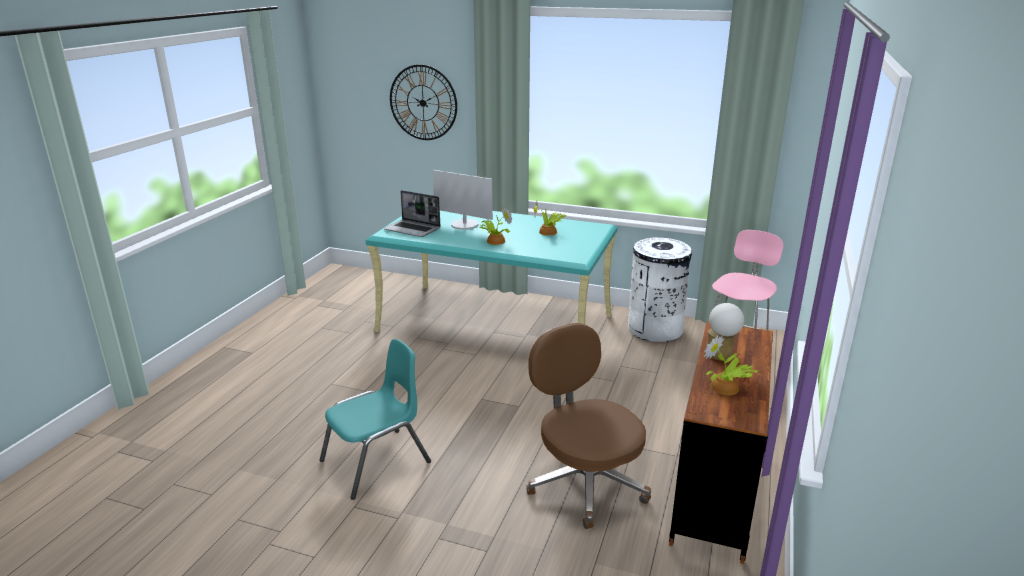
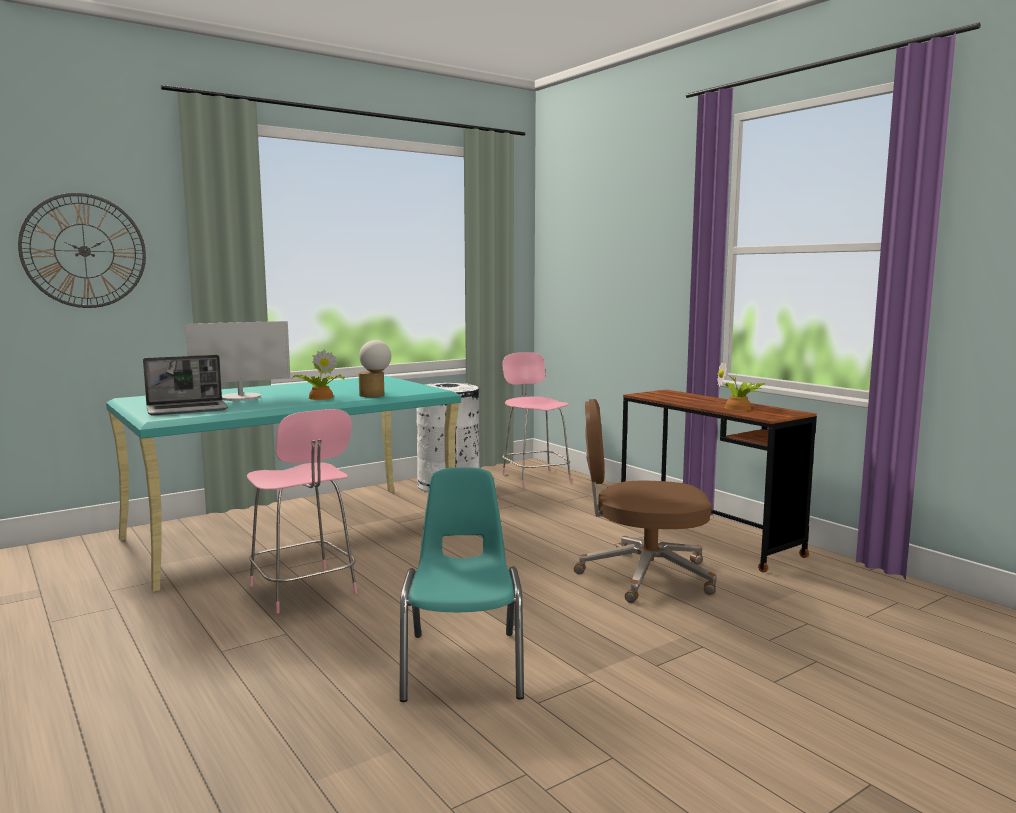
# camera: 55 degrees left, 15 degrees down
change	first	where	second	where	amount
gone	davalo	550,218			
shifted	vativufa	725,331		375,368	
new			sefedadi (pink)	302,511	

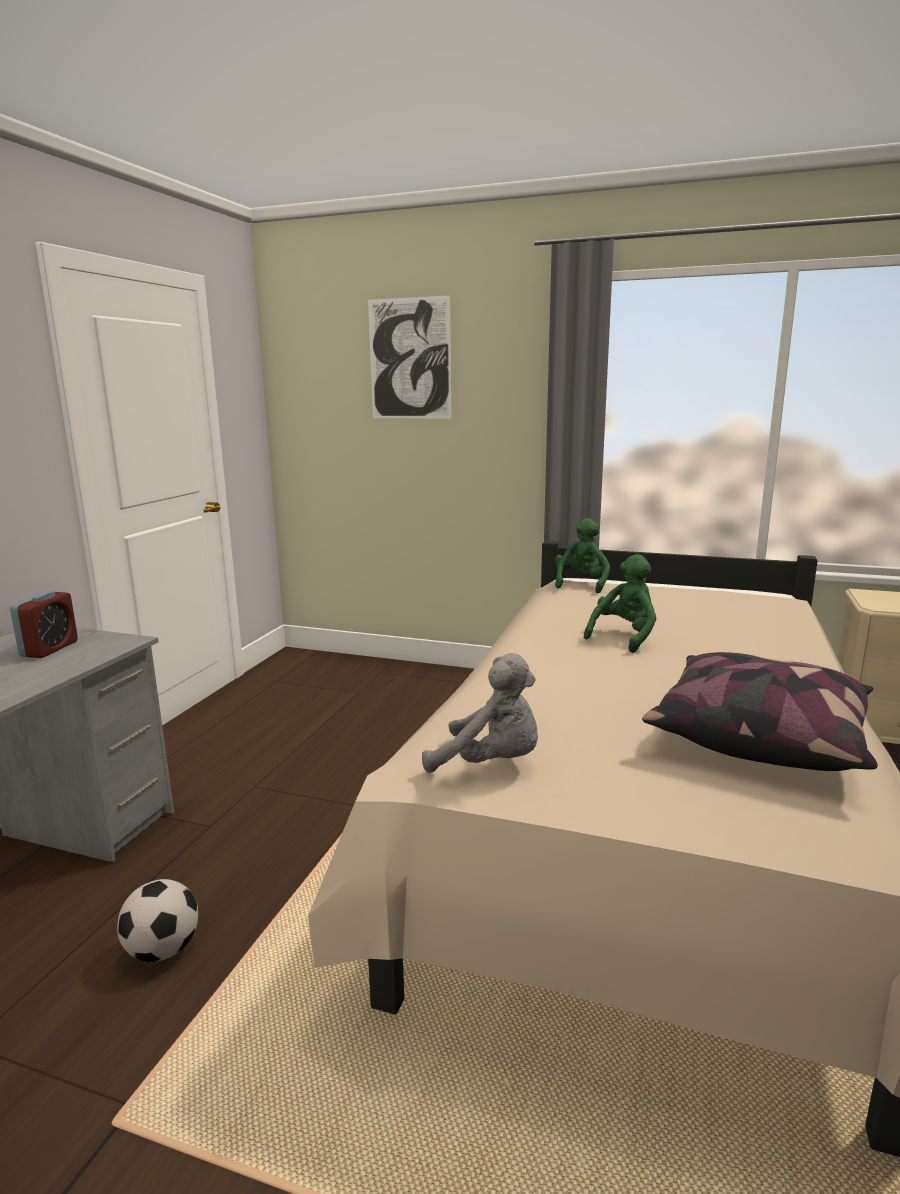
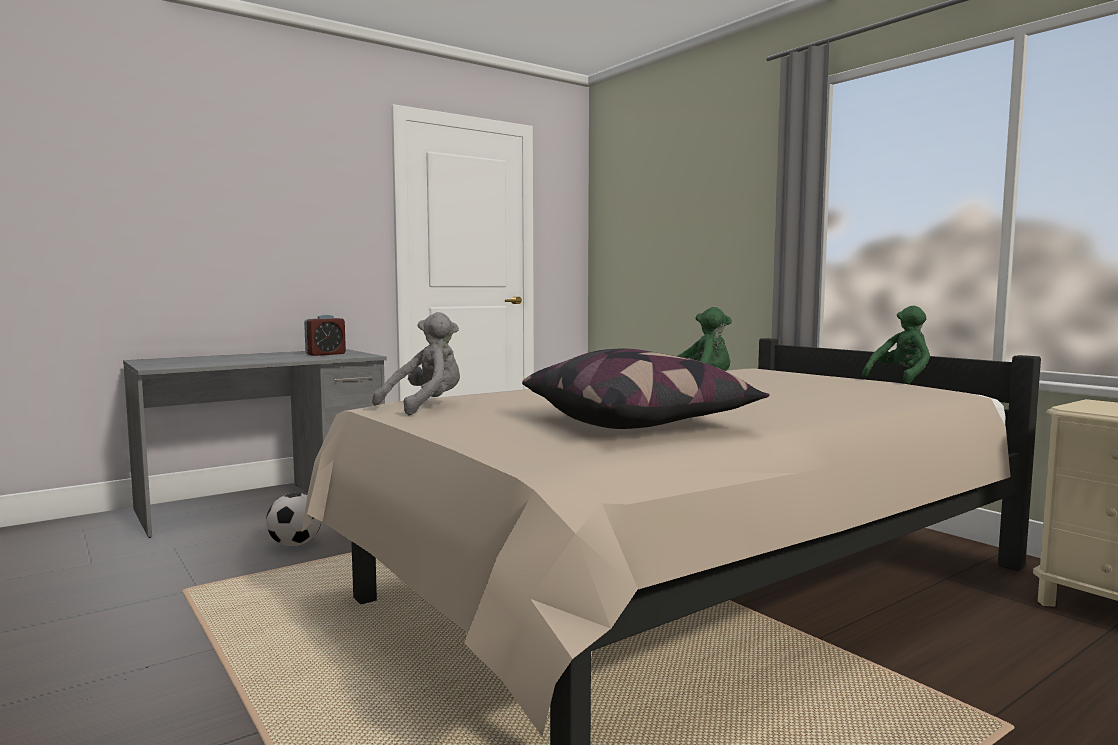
# camera: 35 degrees right, 10 degrees down
change	first	where	second	where	amount
gone	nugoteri	409,357			
rotated	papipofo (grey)	480,713		416,363	105 degrees counterclockwise
shifted	papipofo (green)	582,555		896,345	

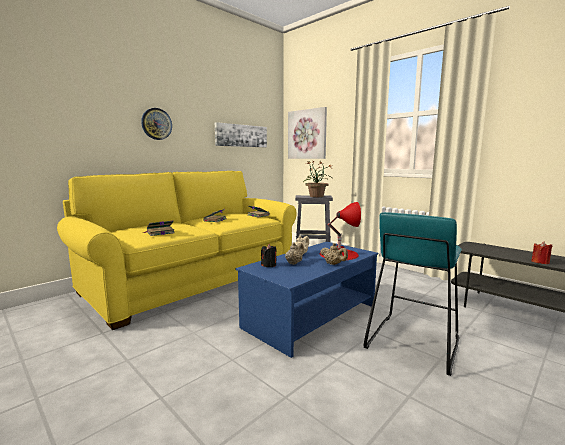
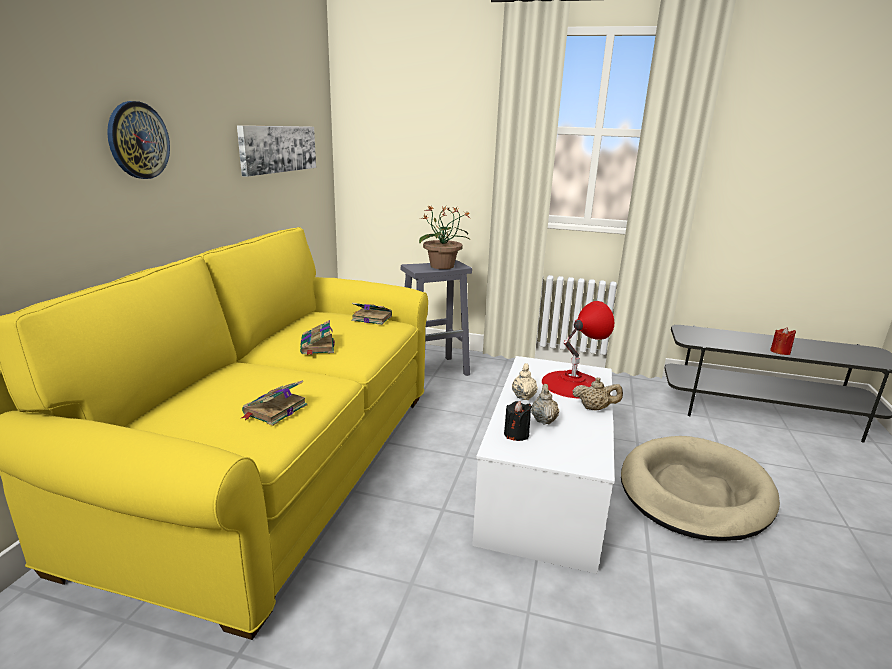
# camera: 30 degrees left, 10 degrees up
change	first	where	second	where	amount
repainted	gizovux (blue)	307,300	gizovux (white)	543,465	
gone	nugoteri	307,133			
swapped	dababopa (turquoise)	413,294	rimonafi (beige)	700,488	

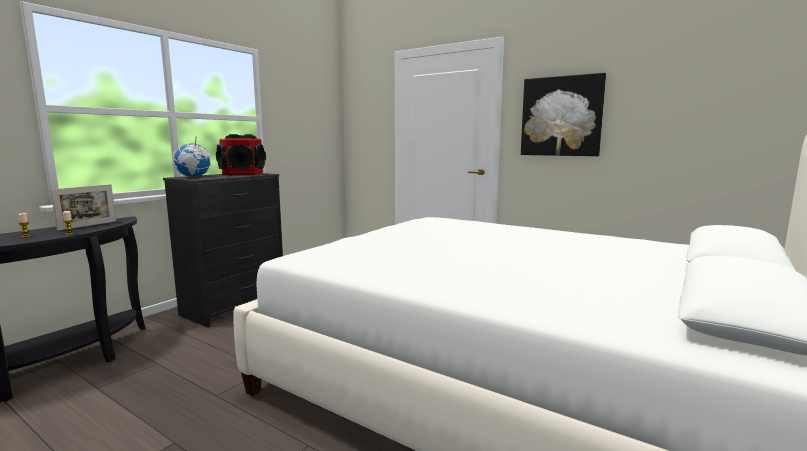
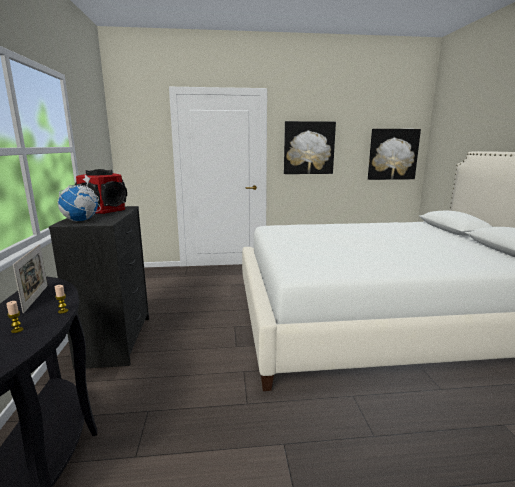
# camera: 40 degrees left, 5 degrees up
change	first	where	second	where	amount
new			nugoteri	394,154	

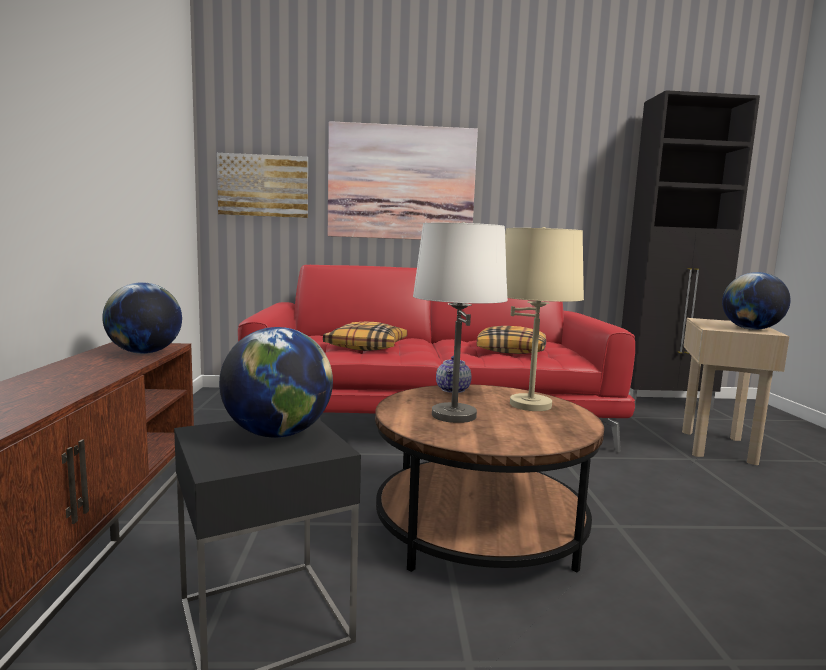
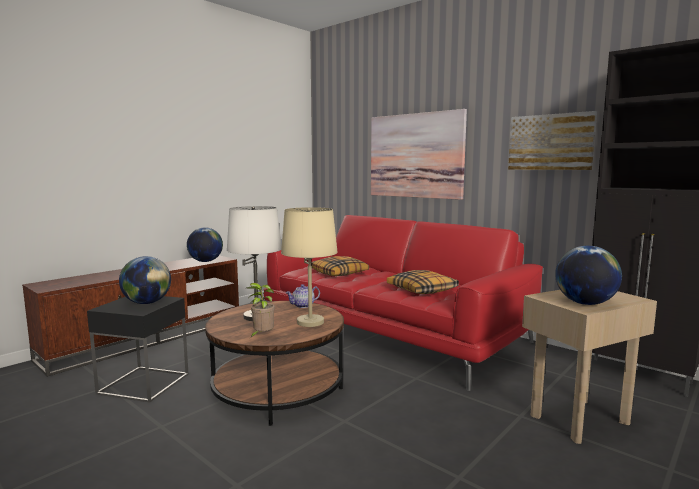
# camera: 45 degrees right, 0 degrees up
change	first	where	second	where	amount
shifted	nugoteri	262,185		552,140	
new			davalo	261,310	

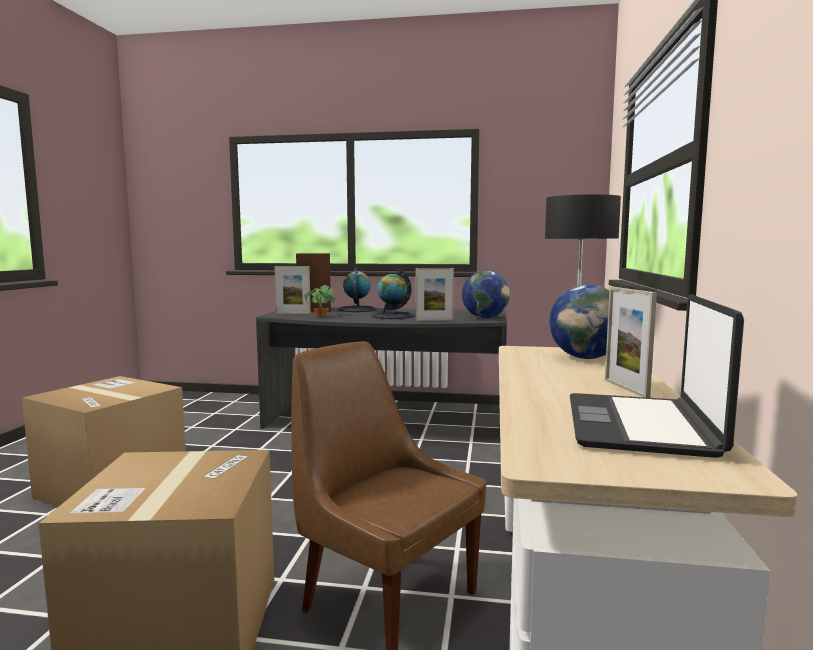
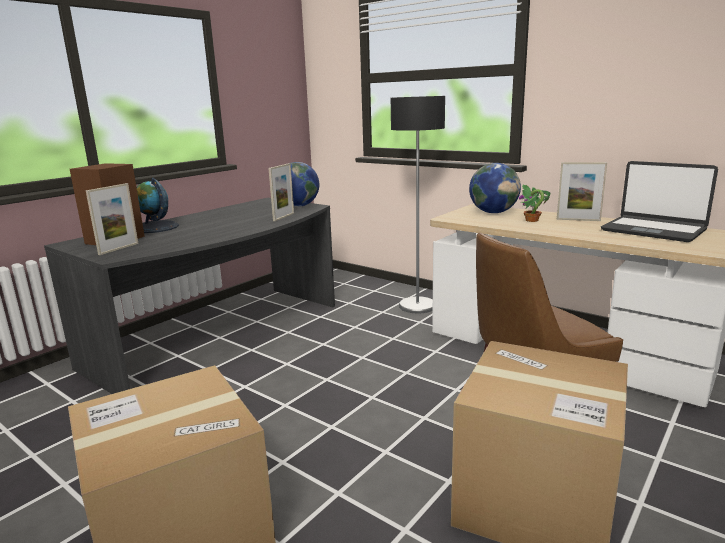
# camera: 60 degrees left, 10 degrees up
change	first	where	second	where	amount
shifted	davalo	320,301		534,203	
gone	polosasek	392,294			

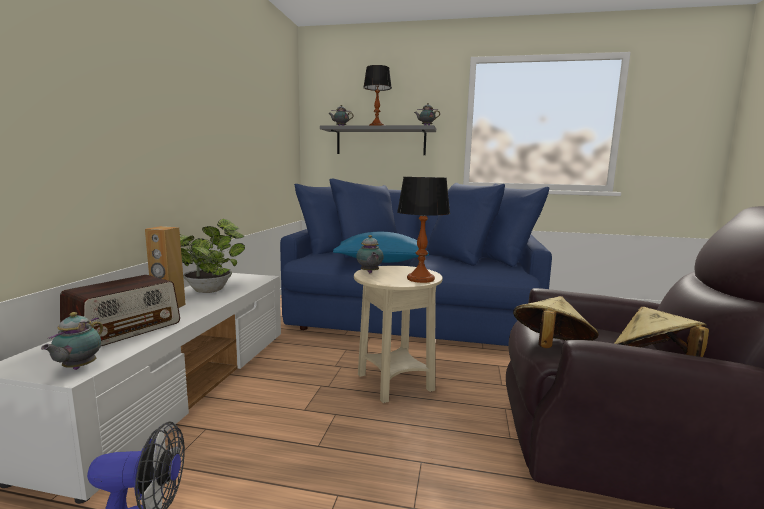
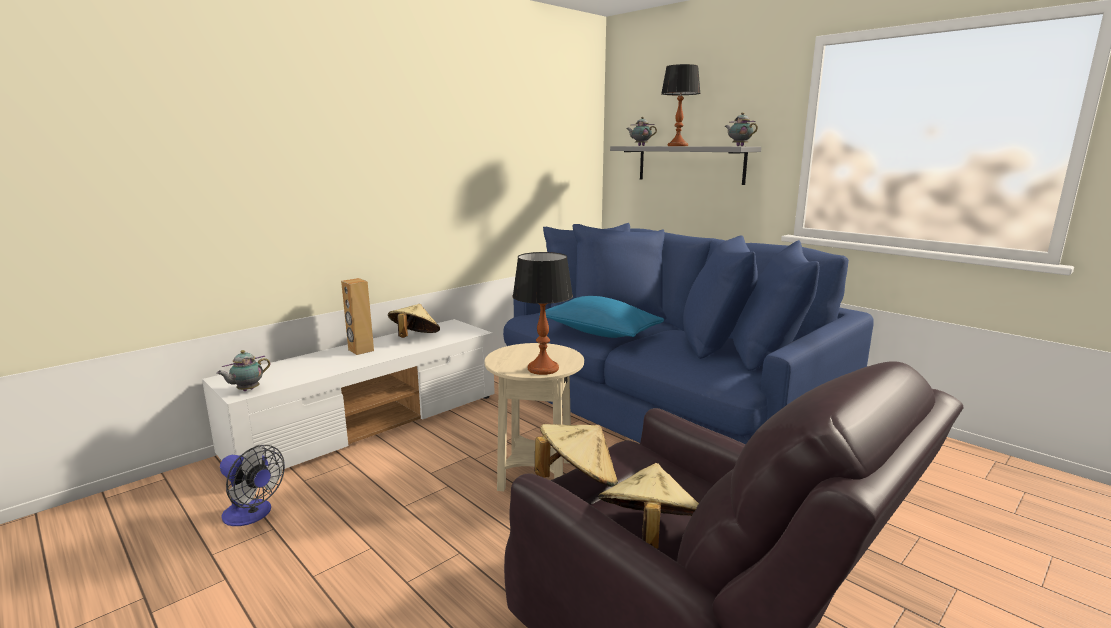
# camera: 35 degrees right, 5 degrees up
change	first	where	second	where	amount
gone	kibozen	120,310			
swapped	davalo	212,256	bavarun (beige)	414,321	
gone	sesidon	370,254			

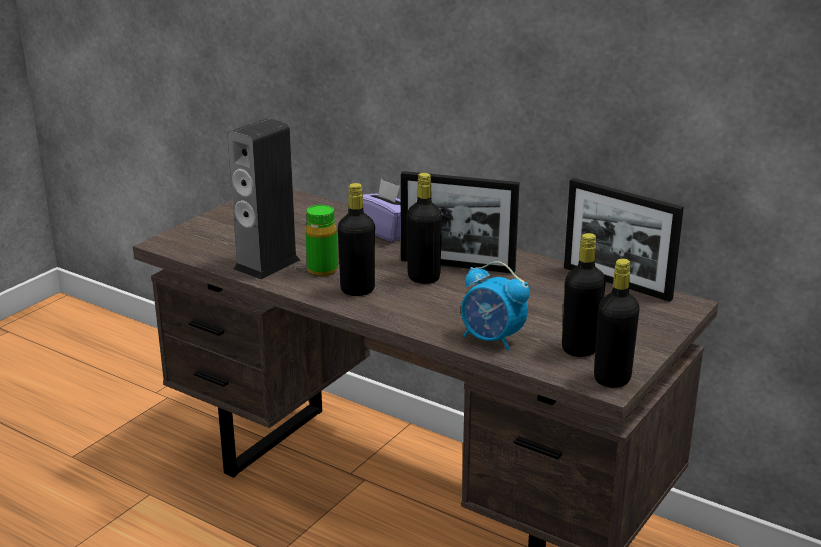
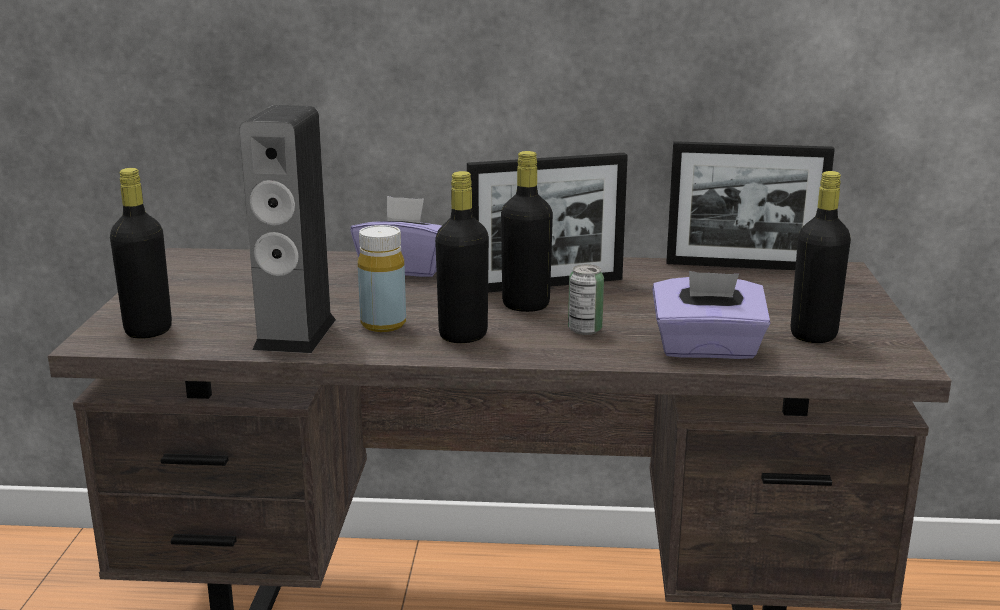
# camera: 30 degrees left, 5 degrees down
change	first	where	second	where	amount
repainted	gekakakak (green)	321,240	gekakakak (yellow)	382,278	
swapped	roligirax	495,306	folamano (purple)	711,315	
shifted	gekakakak (black)	617,323		141,253	
new			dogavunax	586,299	

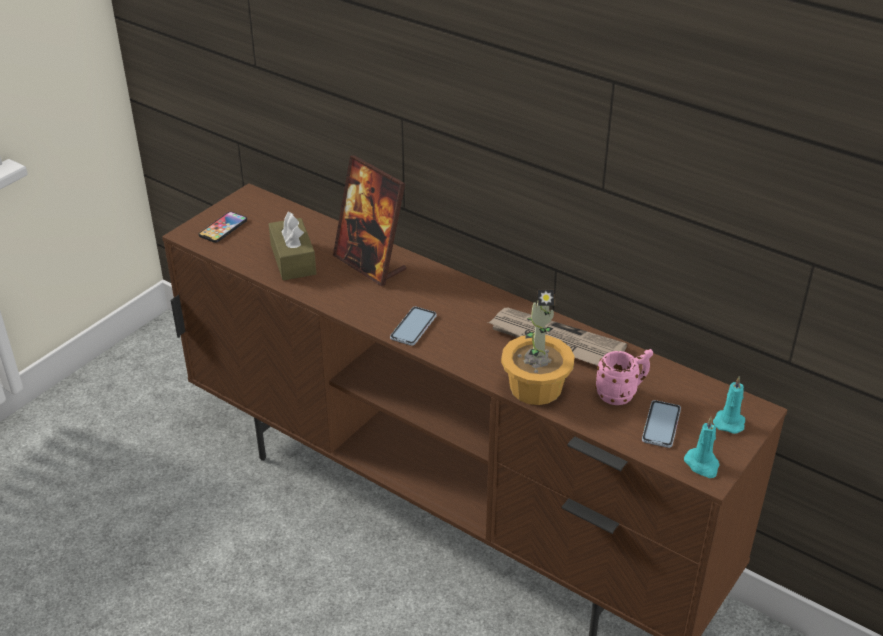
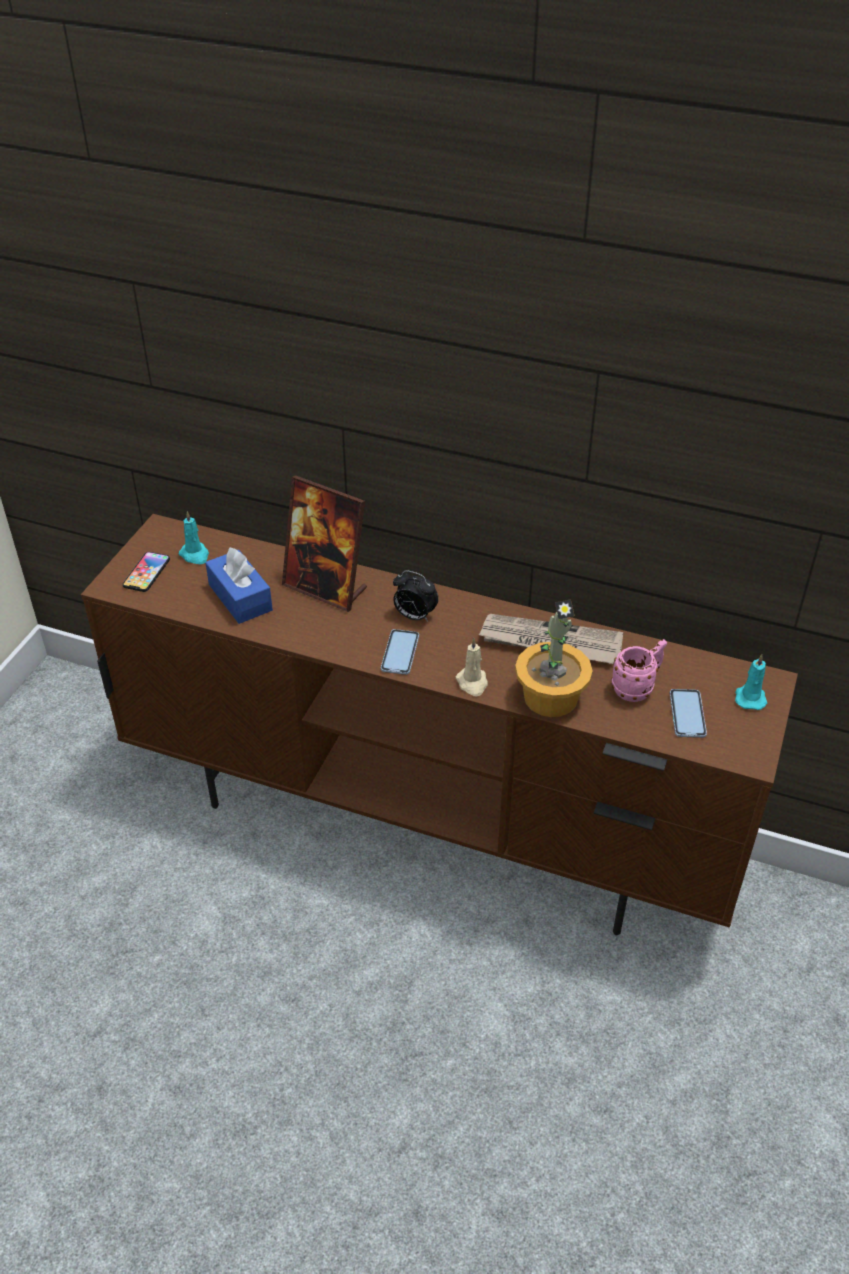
# camera: 15 degrees left, 5 degrees up
change	first	where	second	where	amount
repainted	folamano (brown)	292,246	folamano (blue)	239,585	
shifted	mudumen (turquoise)	701,447		194,537	
new			roligirax	416,596	
new			mudumen (beige)	471,667	

